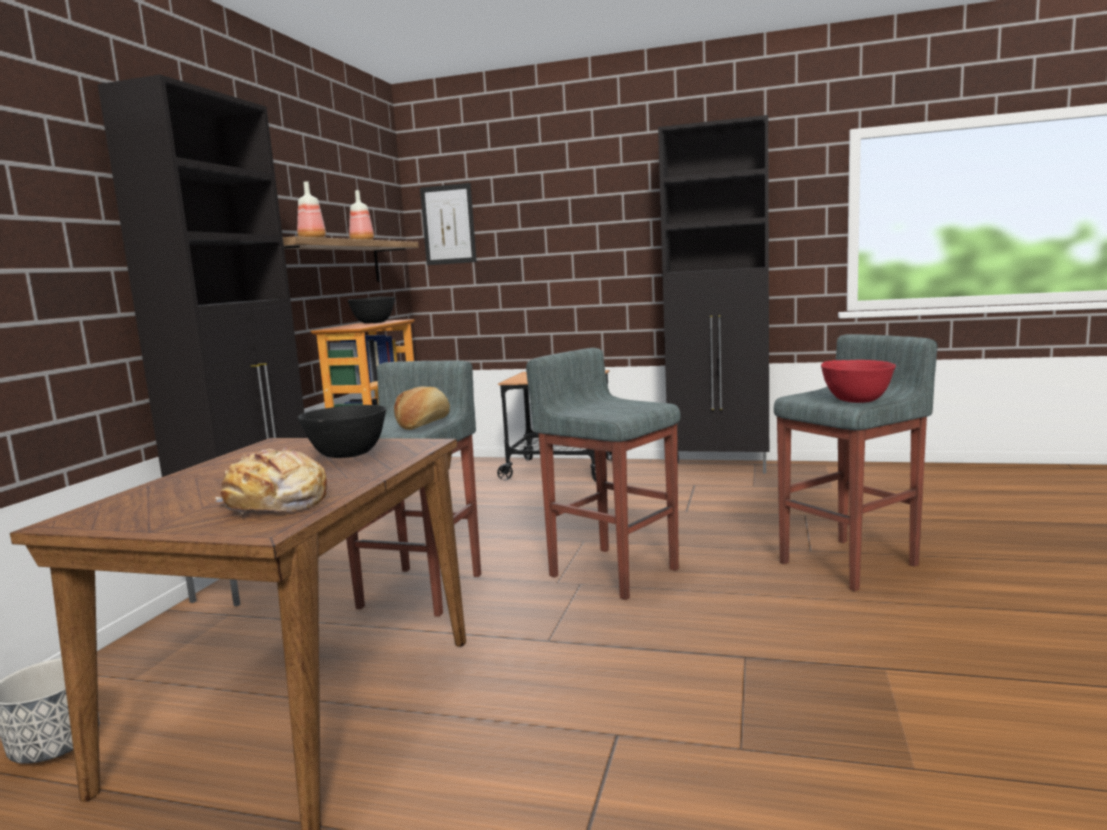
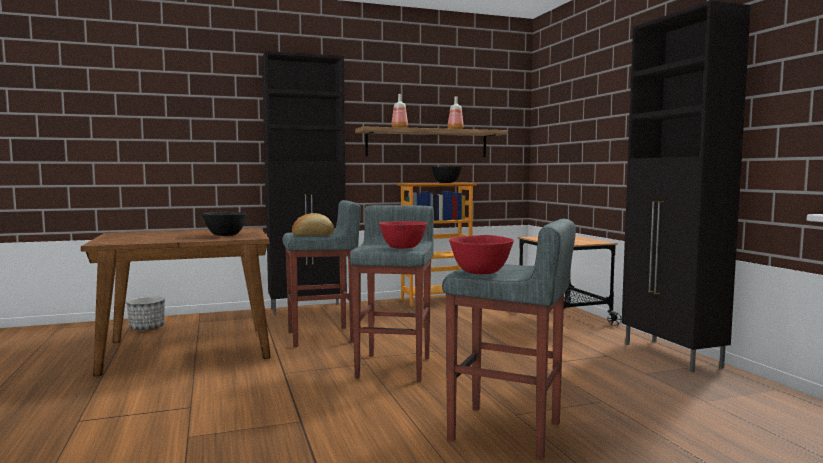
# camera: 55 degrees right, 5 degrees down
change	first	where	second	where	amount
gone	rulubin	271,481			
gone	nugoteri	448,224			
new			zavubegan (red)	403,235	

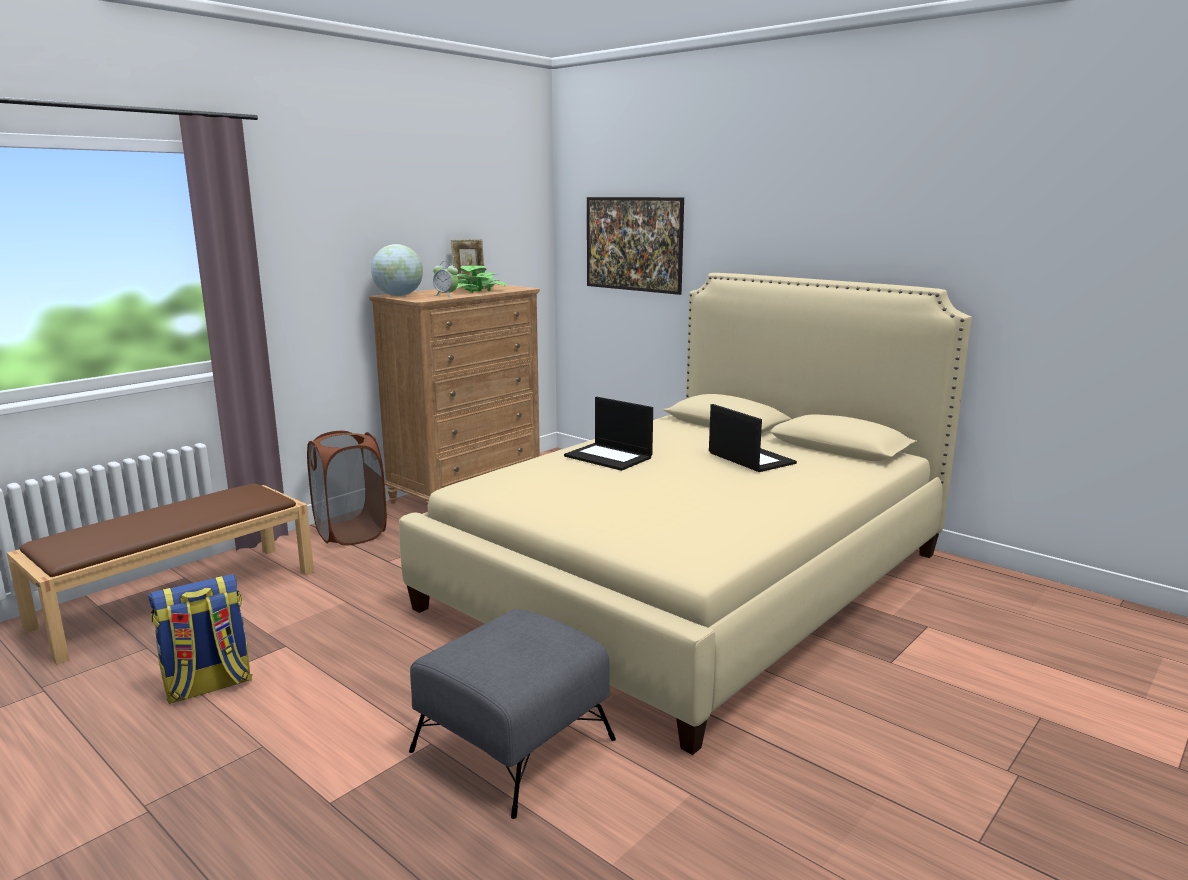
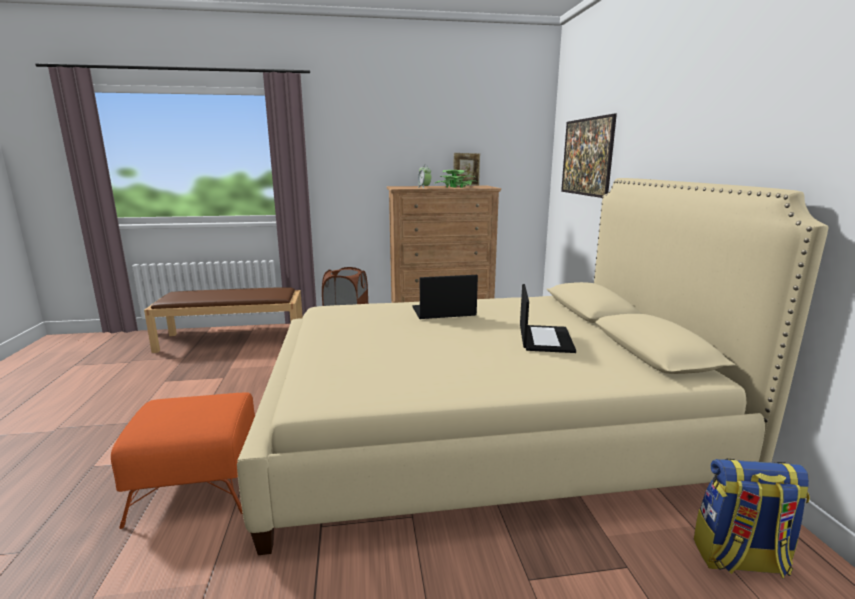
# camera: 40 degrees right, 0 degrees up
change	first	where	second	where	amount
shifted	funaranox	200,639		752,518	
gone	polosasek	397,270			
repainted	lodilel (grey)	512,714	lodilel (orange)	183,460	
rotated	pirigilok	608,434		445,297	90 degrees clockwise

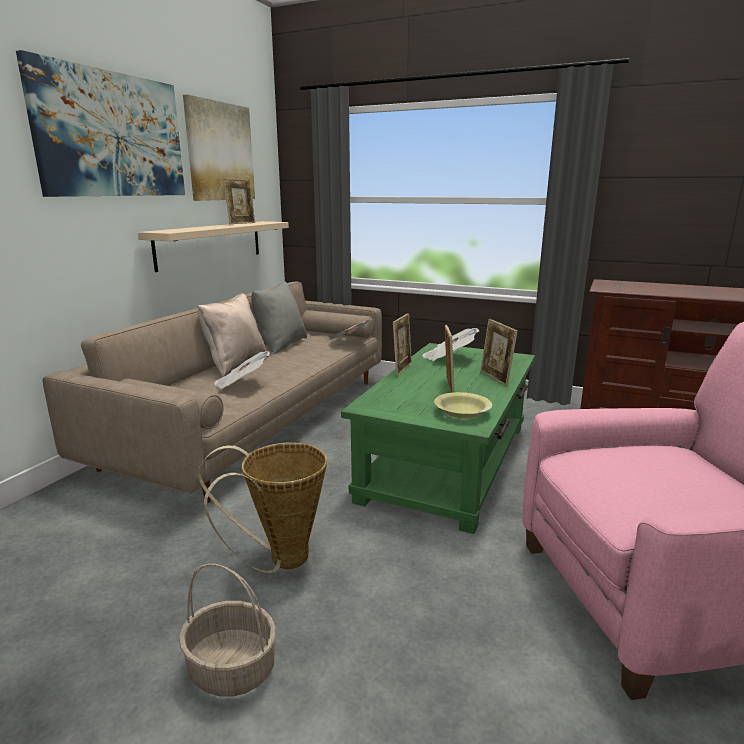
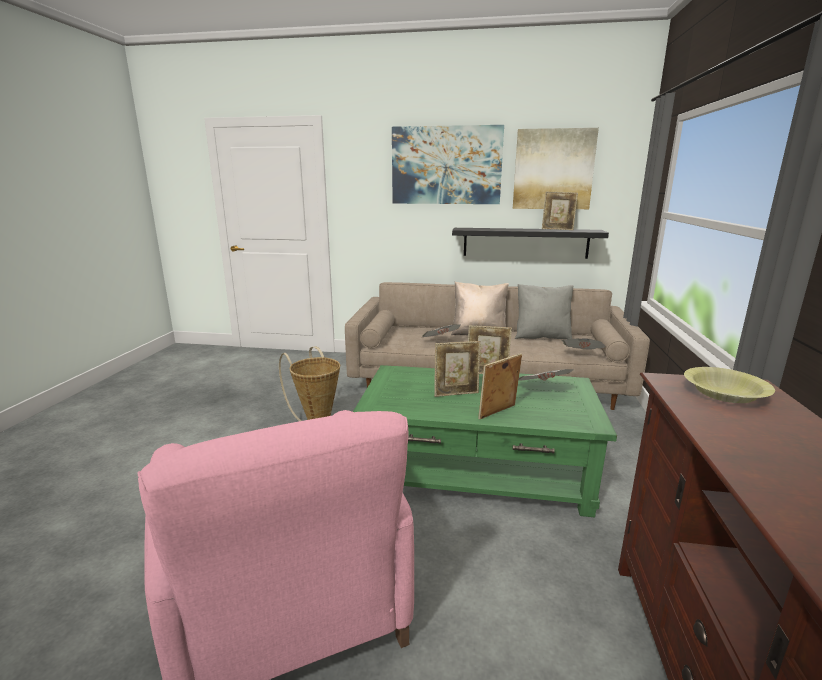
# camera: 75 degrees right, 0 degrees up
change	first	where	second	where	amount
repainted	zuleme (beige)	213,246	zuleme (black)	530,243	
gone	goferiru	227,630			
shifted	zavubegan (yellow)	463,405		729,385	

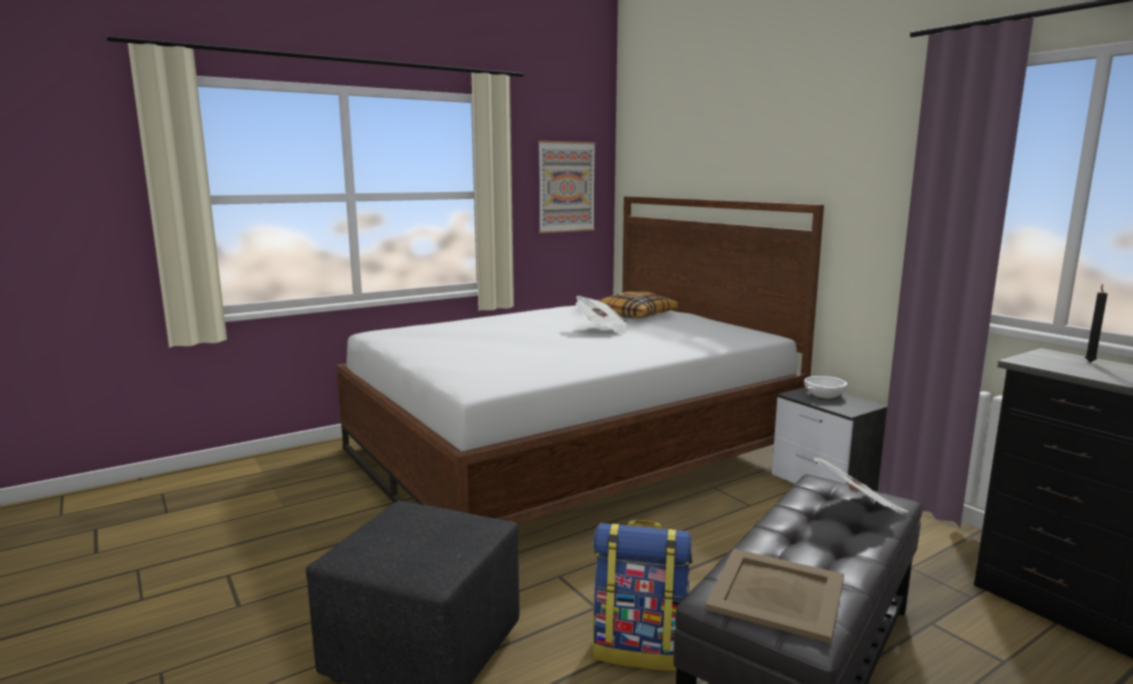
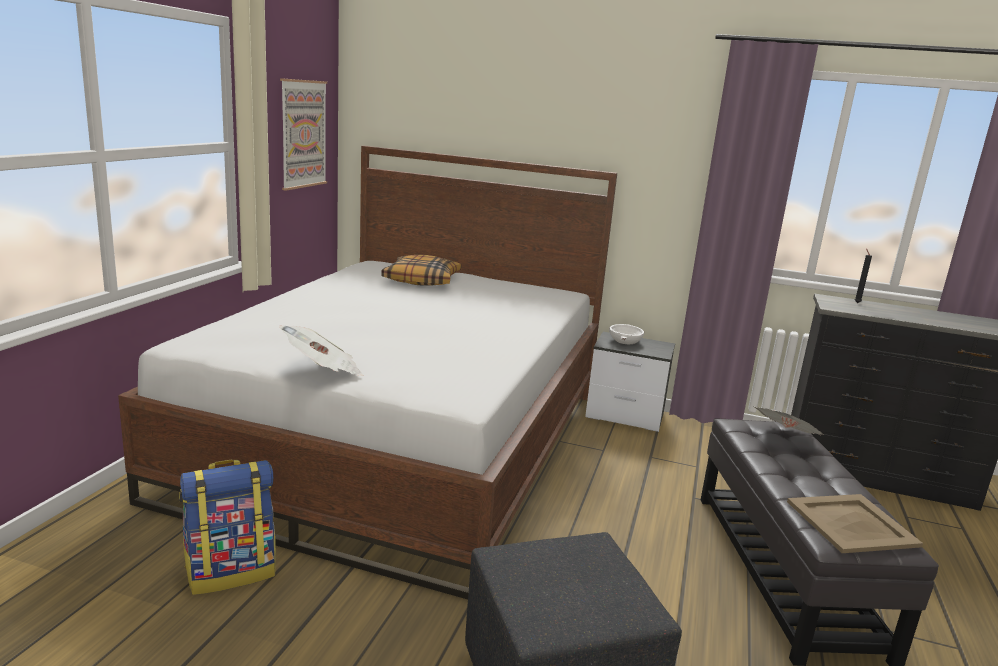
# camera: 40 degrees left, 5 degrees up
change	first	where	second	where	amount
shifted	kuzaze	602,315		321,350	
shifted	funaranox	642,595		227,527	

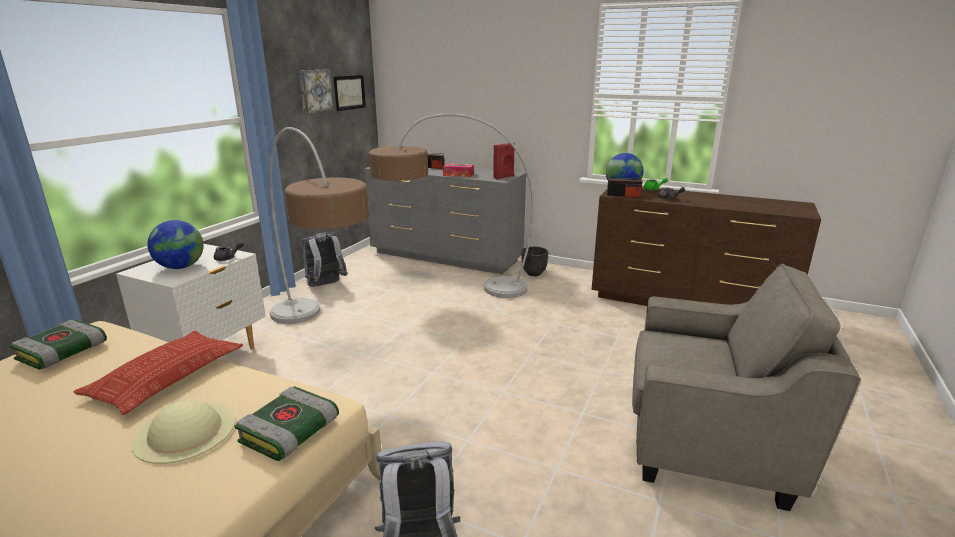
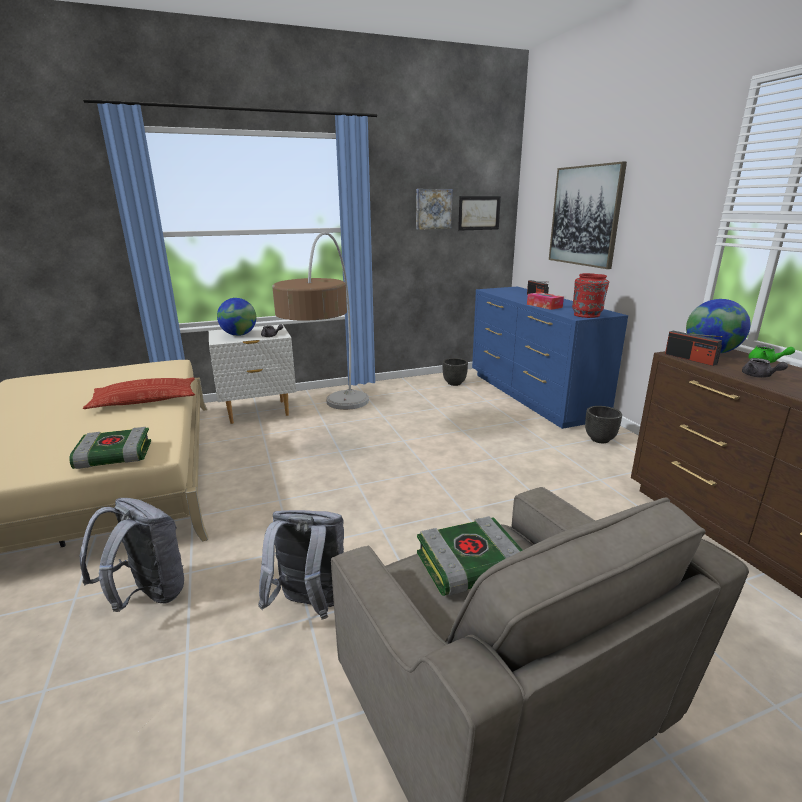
# camera: 45 degrees right, 0 degrees up
change	first	where	second	where	amount
shifted	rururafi	58,344		469,556	
gone	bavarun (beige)	183,431			
shifted	funaranox (grey)	324,260		301,564	
repainted	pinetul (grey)	445,220	pinetul (blue)	550,357	
gone	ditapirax	451,205			
swapped	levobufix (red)	504,161	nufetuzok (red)	590,295	
new			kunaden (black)	455,372	
new			nugoteri	588,215	

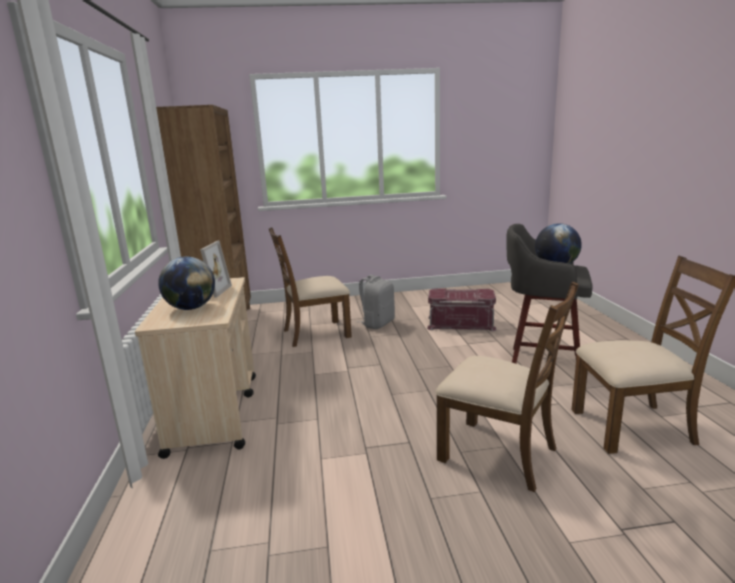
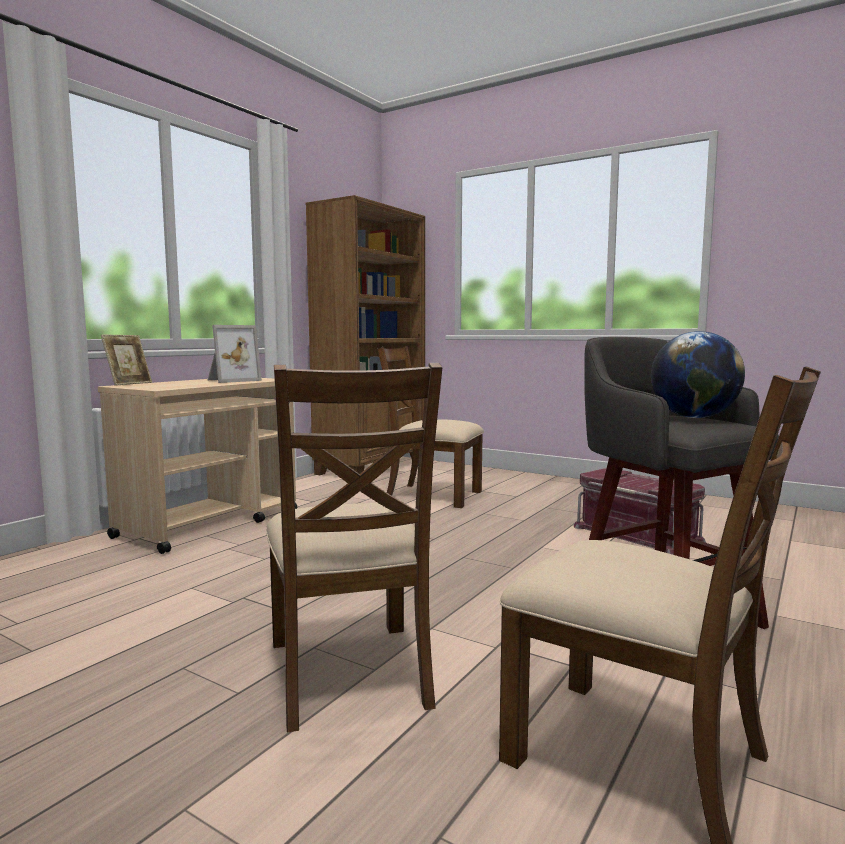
# camera: 40 degrees right, 10 degrees down
change	first	where	second	where	amount
gone	polosasek	186,283			
gone	funaranox (grey)	376,302			
new			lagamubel	126,360	

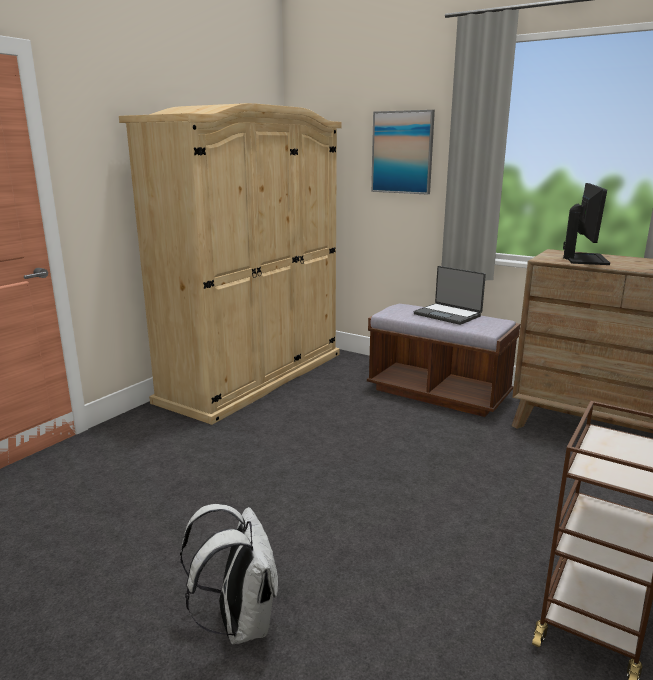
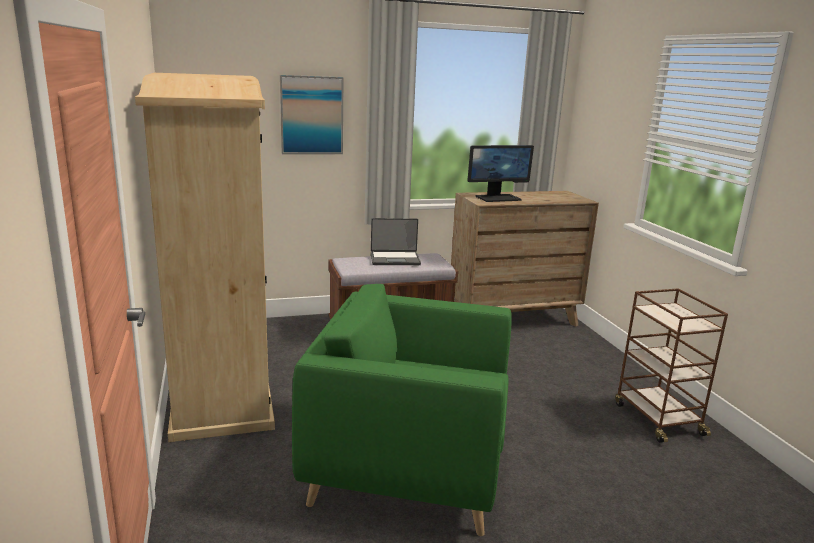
# camera: 50 degrees left, 0 degrees up
change	first	where	second	where	amount
gone	funaranox (white)	229,574			
rotated	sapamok	586,224		500,173	105 degrees clockwise
new			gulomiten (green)	401,410	

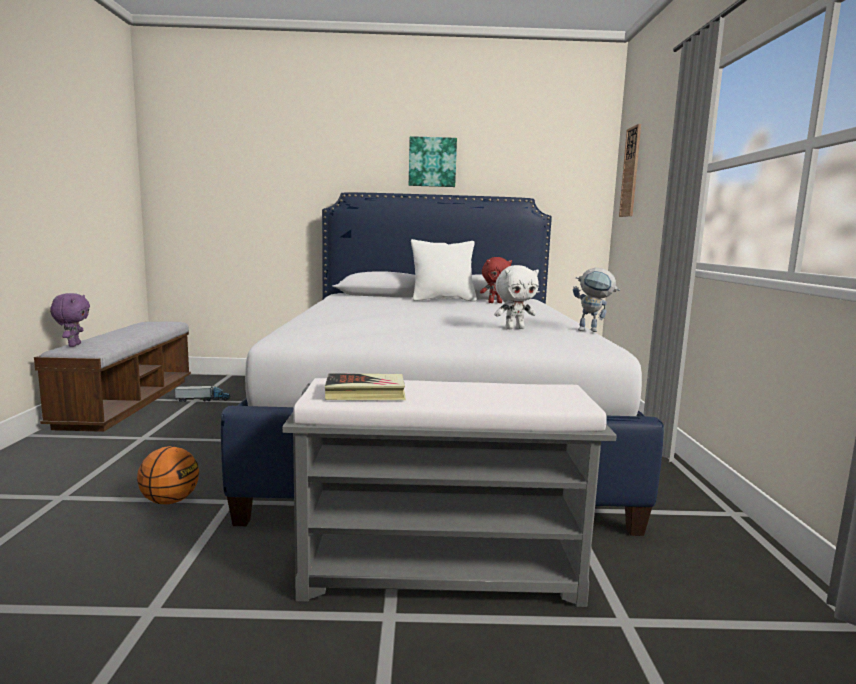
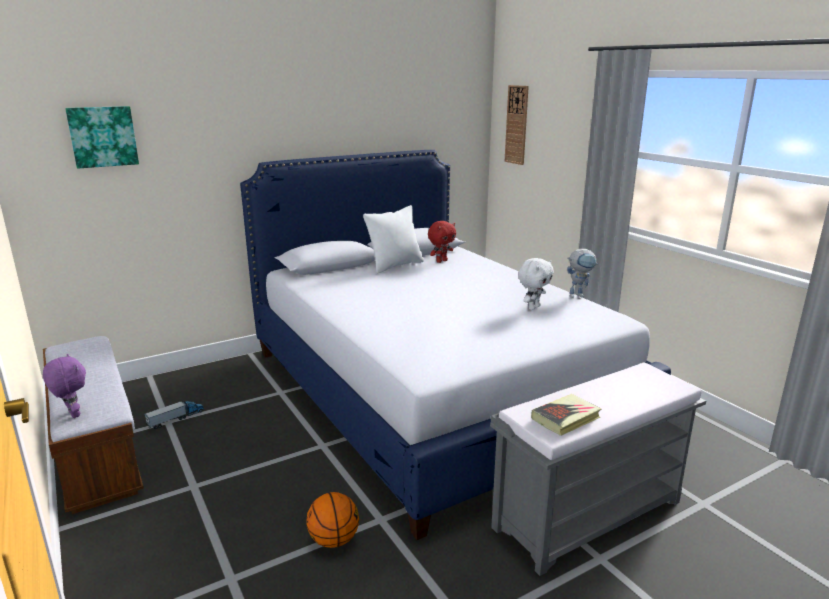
# camera: 30 degrees left, 10 degrees up
change	first	where	second	where	amount
shifted	nugoteri	433,161		102,137	

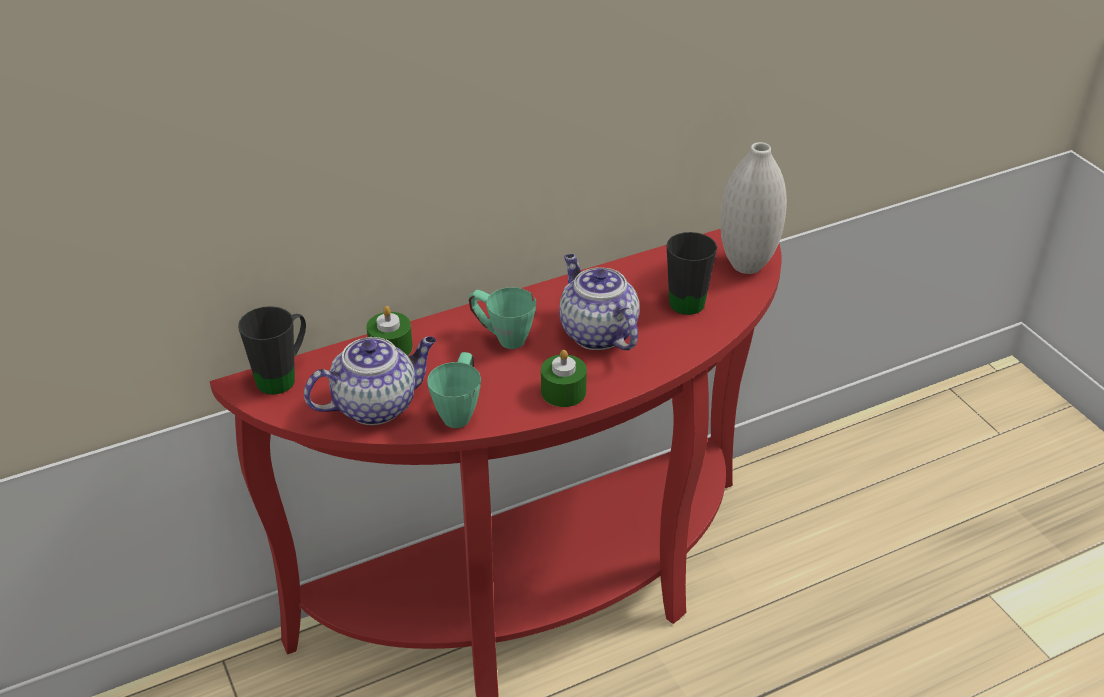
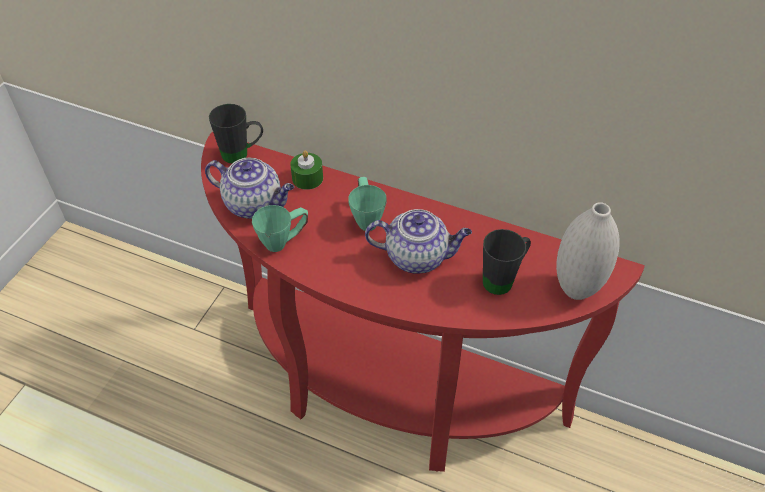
# camera: 50 degrees right, 10 degrees up
change	first	where	second	where	amount
gone	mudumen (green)	564,378			
rotated	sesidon	599,302		418,241	75 degrees clockwise

